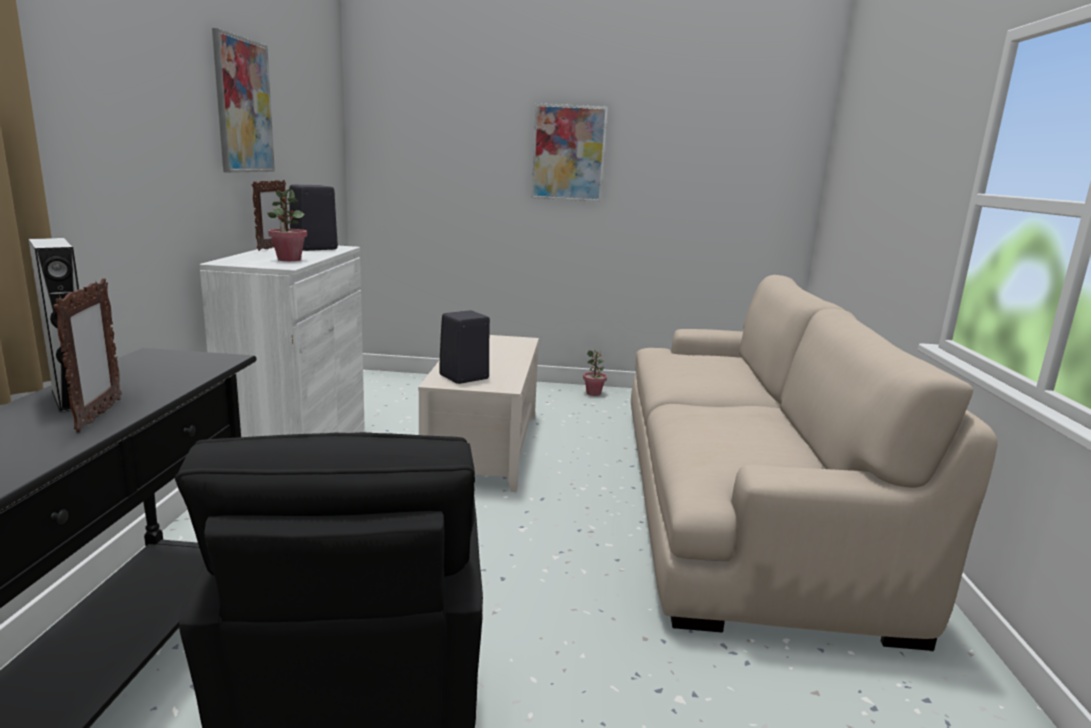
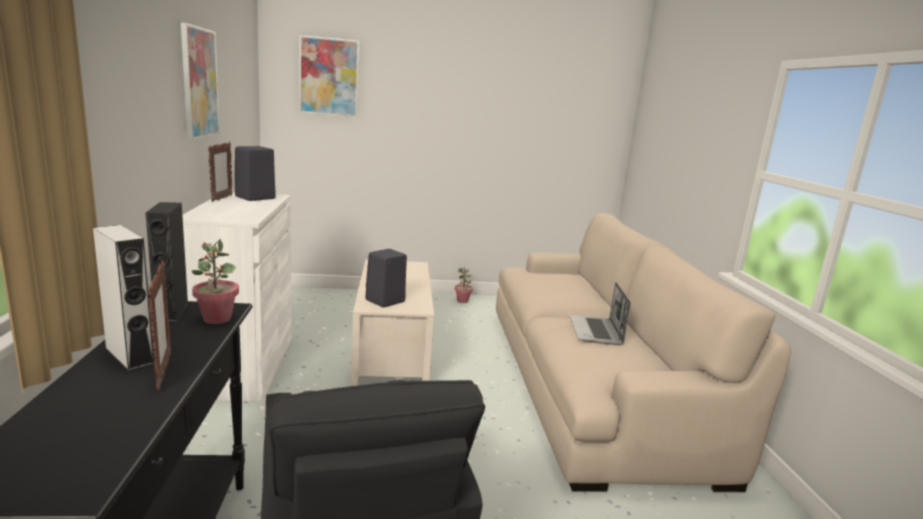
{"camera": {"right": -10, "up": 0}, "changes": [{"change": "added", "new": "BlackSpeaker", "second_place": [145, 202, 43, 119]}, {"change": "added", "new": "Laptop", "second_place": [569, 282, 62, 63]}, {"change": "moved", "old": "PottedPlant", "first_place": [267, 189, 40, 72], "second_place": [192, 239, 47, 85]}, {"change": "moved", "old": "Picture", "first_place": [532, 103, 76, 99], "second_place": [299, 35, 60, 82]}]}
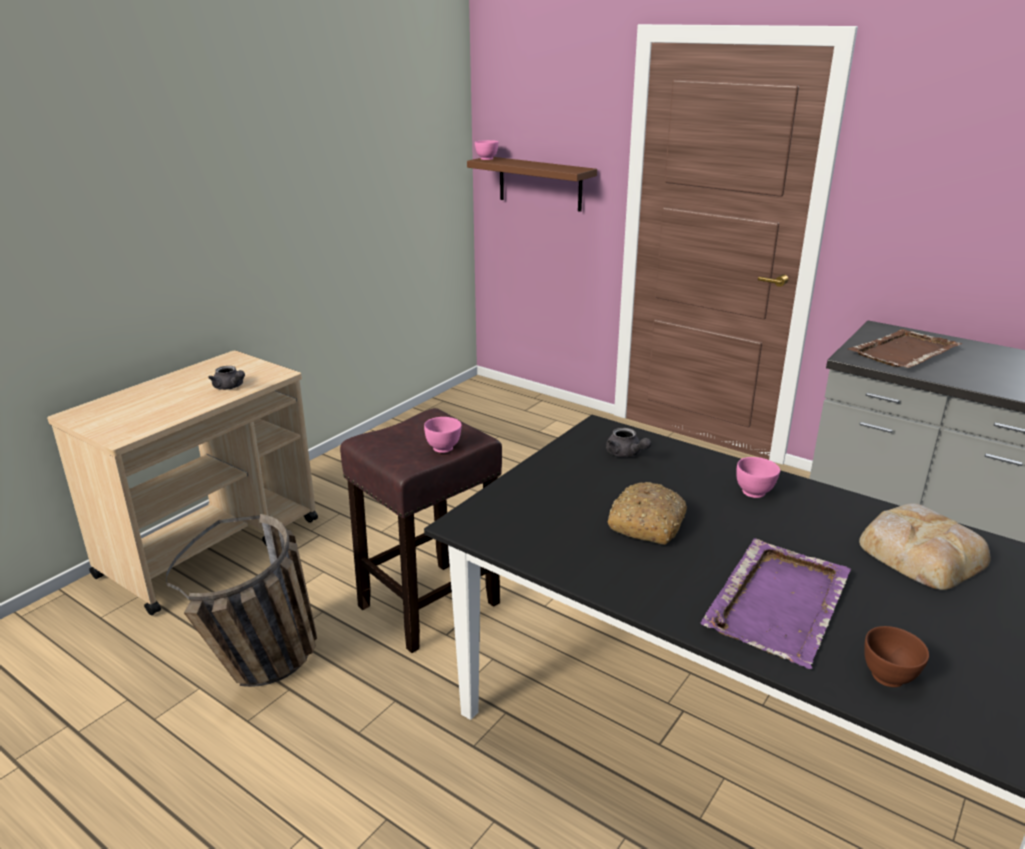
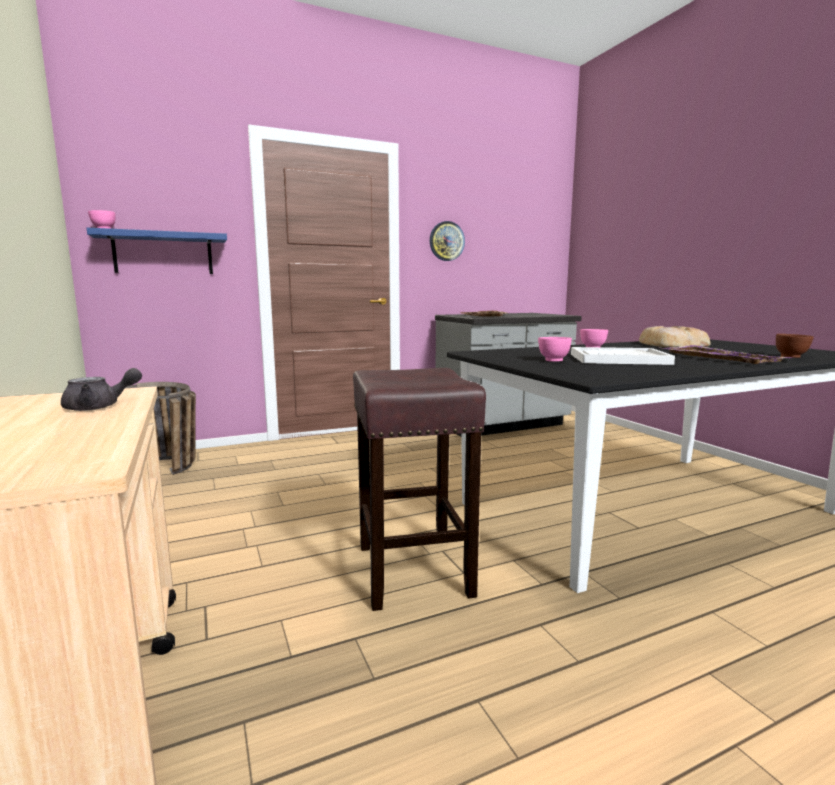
{"camera": {"right": -60, "up": -15}, "changes": [{"change": "removed", "old": "GreyTeapot", "first_place": [606, 428, 45, 29]}, {"change": "added", "new": "WallClock", "second_place": [430, 221, 35, 40]}, {"change": "moved", "old": "Basket", "first_place": [166, 514, 151, 173], "second_place": [126, 382, 70, 93]}, {"change": "moved", "old": "PinkBowl", "first_place": [424, 417, 38, 36], "second_place": [538, 337, 34, 25]}, {"change": "replaced", "old": "Bread", "new": "WhiteTray", "first_place": [608, 482, 79, 63], "second_place": [571, 347, 104, 18]}, {"change": "recoloured", "old": "BrownShelf", "new": "BlueShelf", "first_place": [467, 157, 130, 55], "second_place": [87, 228, 140, 46]}]}
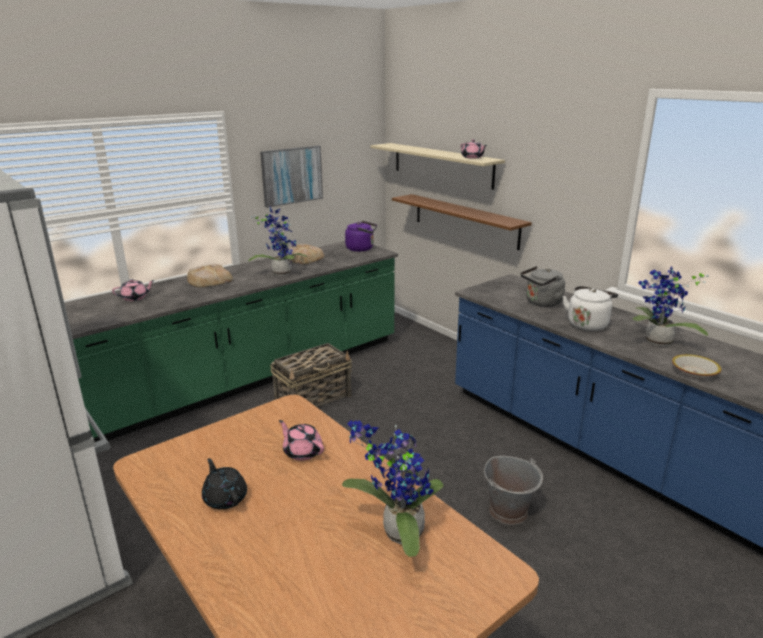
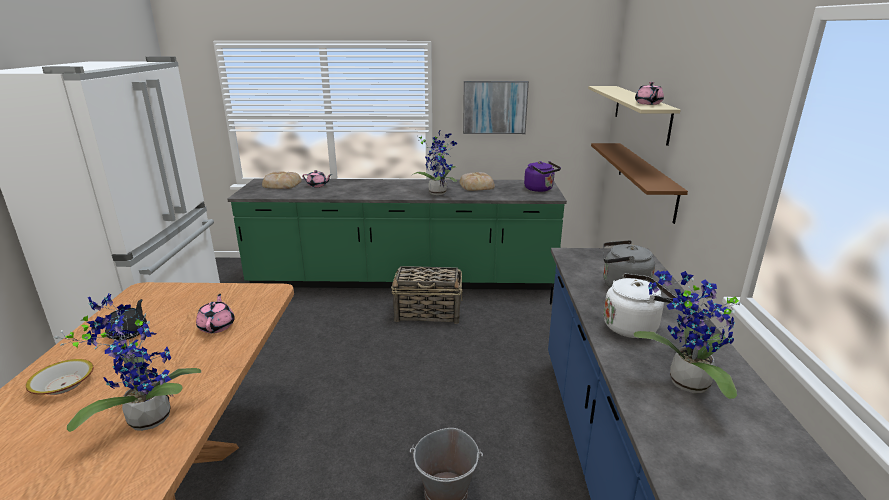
{"camera": {"right": 40, "up": 0}, "changes": [{"change": "moved", "old": "Bread", "first_place": [187, 264, 46, 23], "second_place": [262, 171, 40, 18]}, {"change": "moved", "old": "Bowl", "first_place": [672, 354, 49, 24], "second_place": [26, 359, 67, 36]}]}
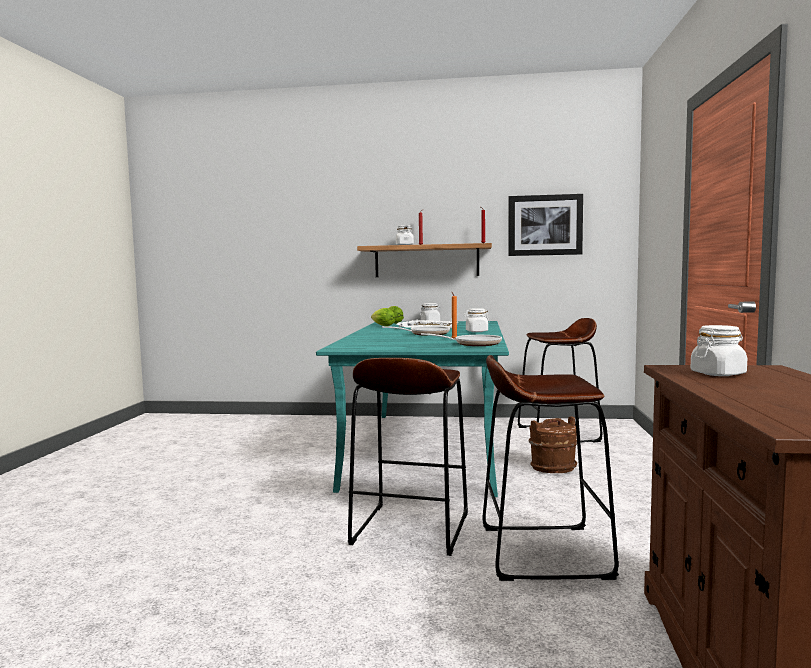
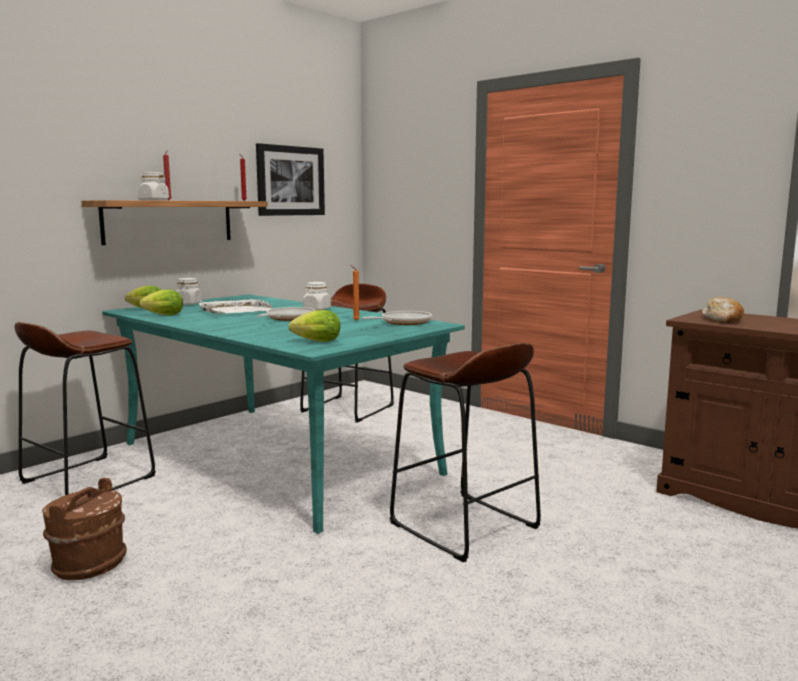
{"camera": {"right": -55, "up": 5}, "changes": [{"change": "added", "new": "Lettuce", "second_place": [289, 310, 51, 32]}, {"change": "moved", "old": "BrownStool", "first_place": [483, 355, 136, 226], "second_place": [15, 322, 141, 173]}, {"change": "moved", "old": "BrownBucket", "first_place": [529, 416, 48, 57], "second_place": [42, 478, 85, 102]}, {"change": "replaced", "old": "WhiteJar", "new": "Bread", "first_place": [691, 325, 56, 51], "second_place": [702, 297, 42, 26]}]}
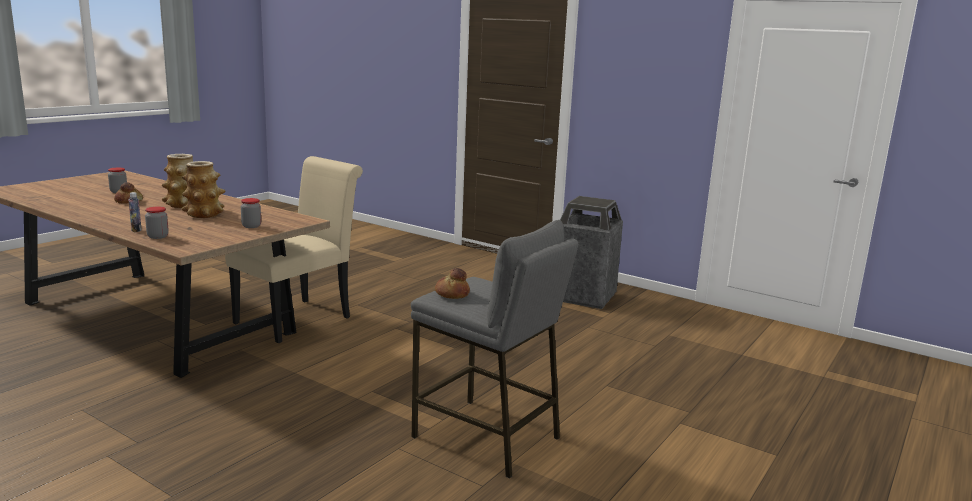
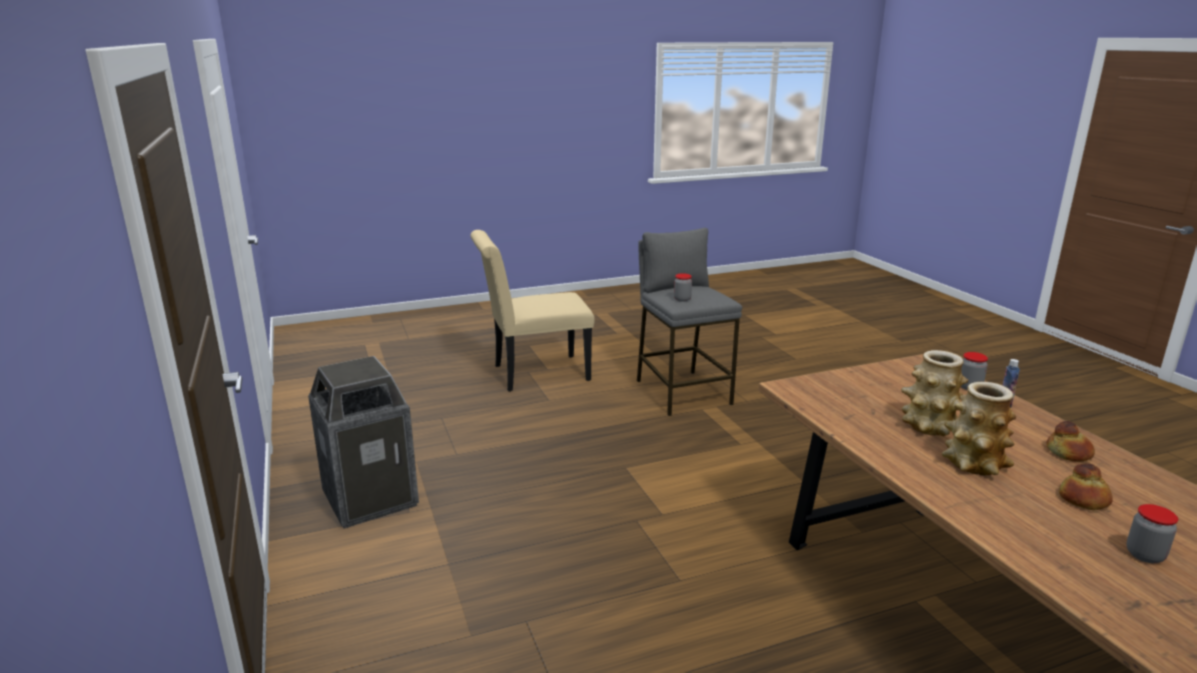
{"camera": {"right": -145, "up": 5}, "changes": [{"change": "moved", "old": "BeigeChair", "first_place": [225, 156, 138, 187], "second_place": [470, 230, 125, 162]}, {"change": "moved", "old": "Jar", "first_place": [241, 198, 20, 30], "second_place": [674, 273, 18, 29]}, {"change": "moved", "old": "Bread", "first_place": [435, 268, 35, 31], "second_place": [1046, 421, 49, 41]}]}
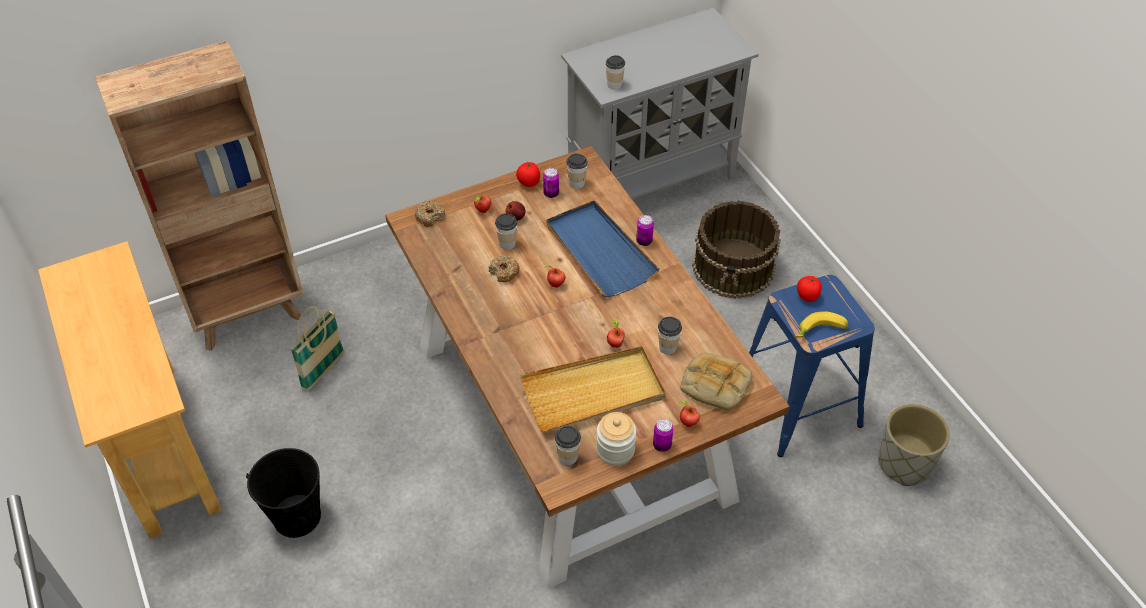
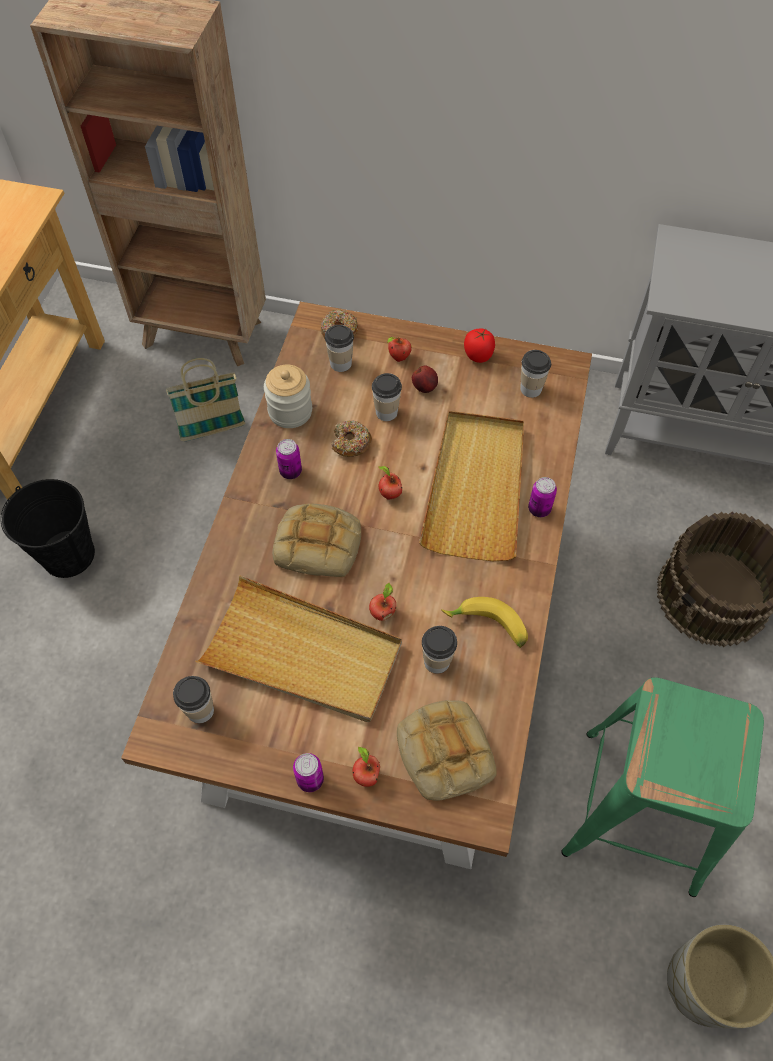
{"camera": {"right": 40, "up": 10}, "changes": [{"change": "removed", "old": "Tomato", "first_place": [797, 276, 25, 26]}, {"change": "added", "new": "Bread", "second_place": [272, 504, 89, 73]}, {"change": "moved", "old": "Can", "first_place": [543, 168, 16, 30], "second_place": [276, 439, 26, 40]}, {"change": "moved", "old": "Jar", "first_place": [596, 412, 40, 54], "second_place": [264, 365, 48, 63]}, {"change": "moved", "old": "Cup", "first_place": [606, 55, 19, 34], "second_place": [325, 325, 29, 47]}, {"change": "moved", "old": "Banana", "first_place": [794, 311, 55, 26], "second_place": [441, 597, 87, 51]}, {"change": "recoloured", "old": "BlueTray", "new": "BeigeTray", "first_place": [547, 200, 113, 97], "second_place": [419, 411, 105, 150]}, {"change": "recoloured", "old": "BlueStool", "new": "GreenStool", "first_place": [749, 275, 126, 182], "second_place": [561, 677, 203, 220]}]}
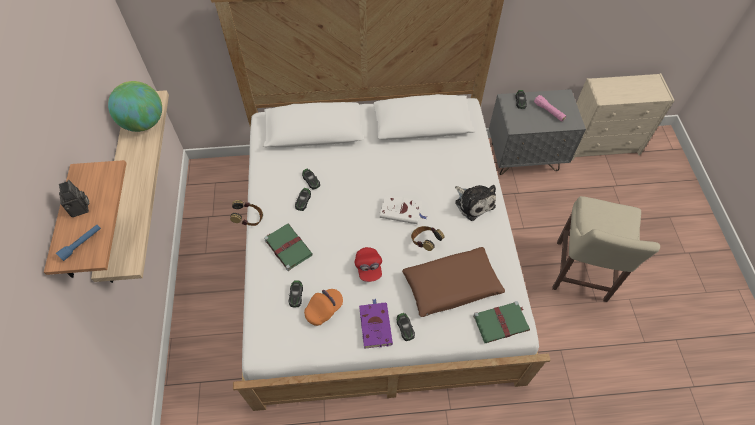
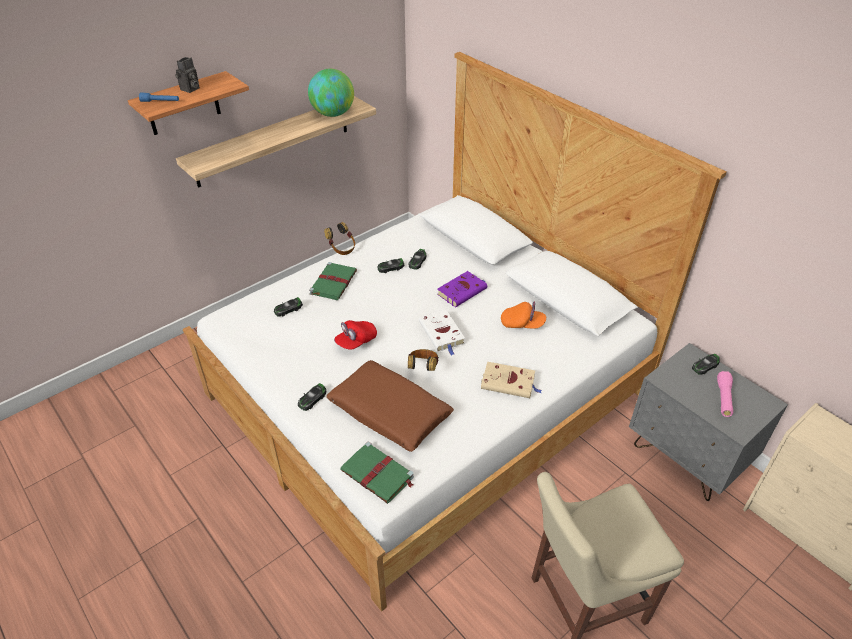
{"camera": {"right": 55, "up": -15}, "changes": [{"change": "moved", "old": "OrangeCap", "first_place": [304, 289, 39, 37], "second_place": [501, 302, 45, 27]}, {"change": "moved", "old": "PurpleBook", "first_place": [359, 299, 34, 50], "second_place": [437, 271, 50, 36]}, {"change": "replaced", "old": "PlushToy", "new": "BeigeBook", "first_place": [455, 185, 41, 36], "second_place": [481, 362, 61, 36]}]}
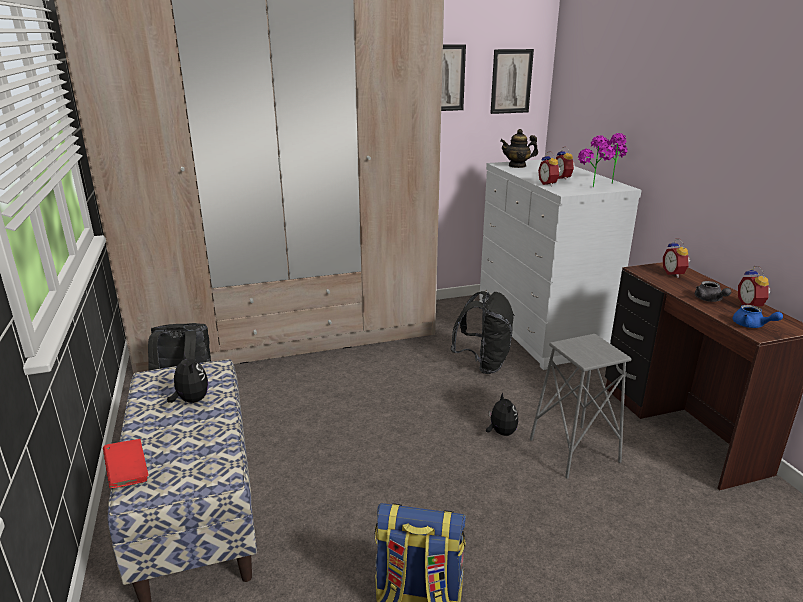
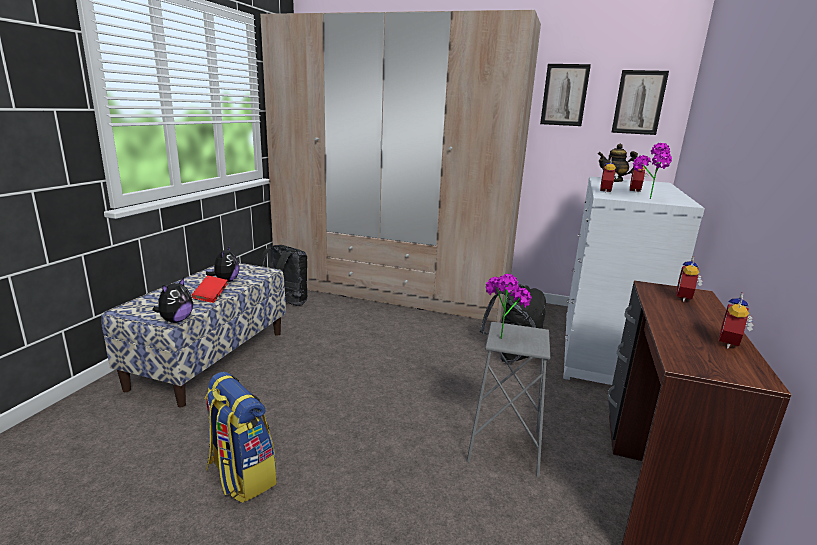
{"camera": {"right": 35, "up": -5}, "changes": [{"change": "removed", "old": "GreyTeapot", "first_place": [695, 281, 36, 21]}, {"change": "removed", "old": "BlueTeapot", "first_place": [733, 305, 50, 23]}, {"change": "moved", "old": "RedBook", "first_place": [103, 439, 45, 49], "second_place": [191, 276, 37, 27]}, {"change": "moved", "old": "PlushToy", "first_place": [486, 392, 32, 44], "second_place": [153, 278, 40, 45]}, {"change": "moved", "old": "PottedPlant", "first_place": [596, 133, 31, 51], "second_place": [485, 274, 46, 65]}]}
